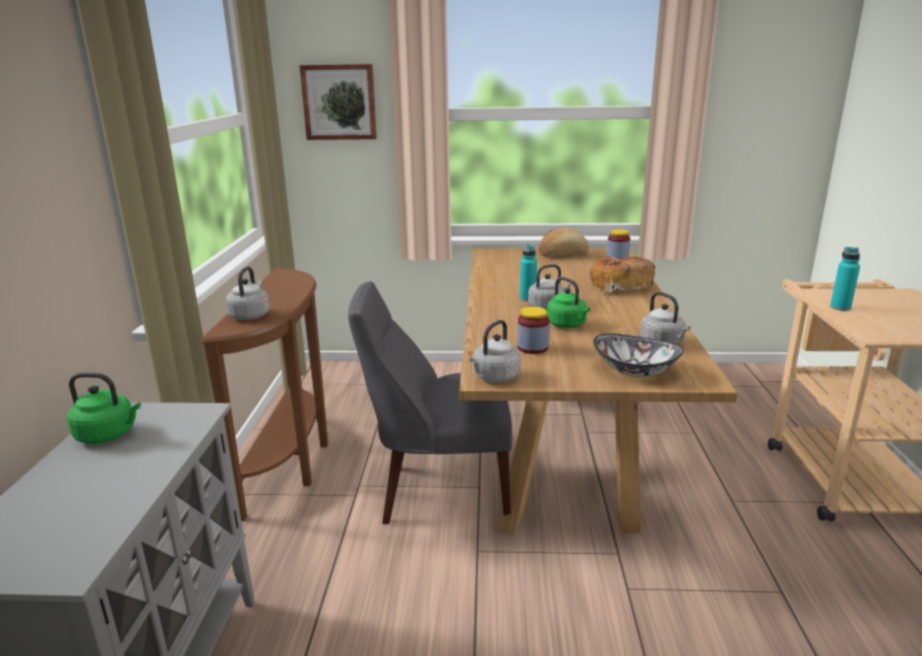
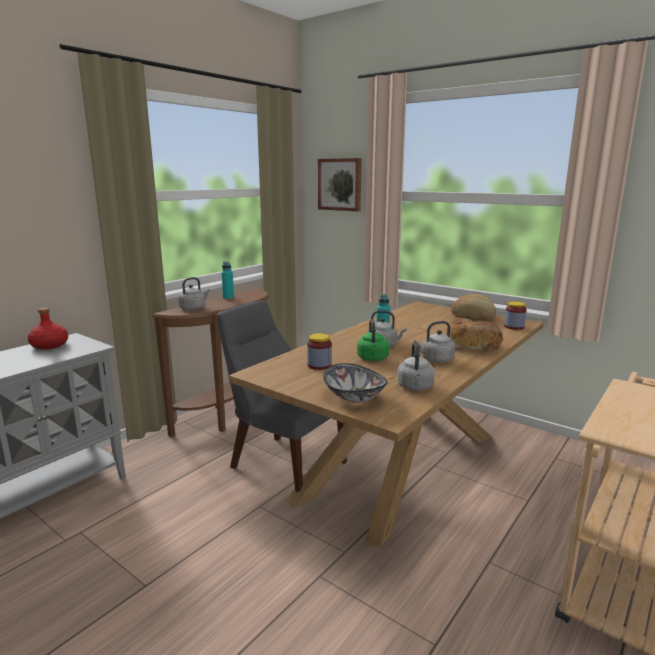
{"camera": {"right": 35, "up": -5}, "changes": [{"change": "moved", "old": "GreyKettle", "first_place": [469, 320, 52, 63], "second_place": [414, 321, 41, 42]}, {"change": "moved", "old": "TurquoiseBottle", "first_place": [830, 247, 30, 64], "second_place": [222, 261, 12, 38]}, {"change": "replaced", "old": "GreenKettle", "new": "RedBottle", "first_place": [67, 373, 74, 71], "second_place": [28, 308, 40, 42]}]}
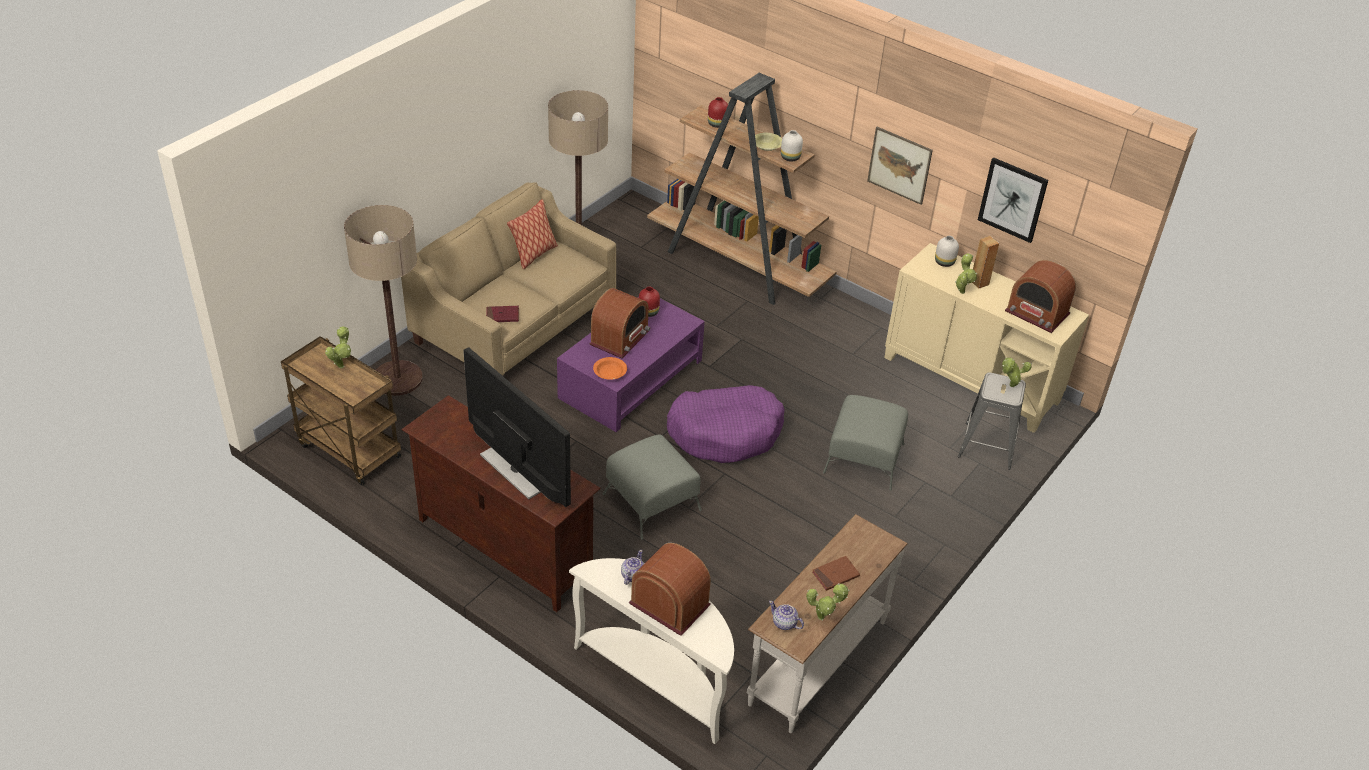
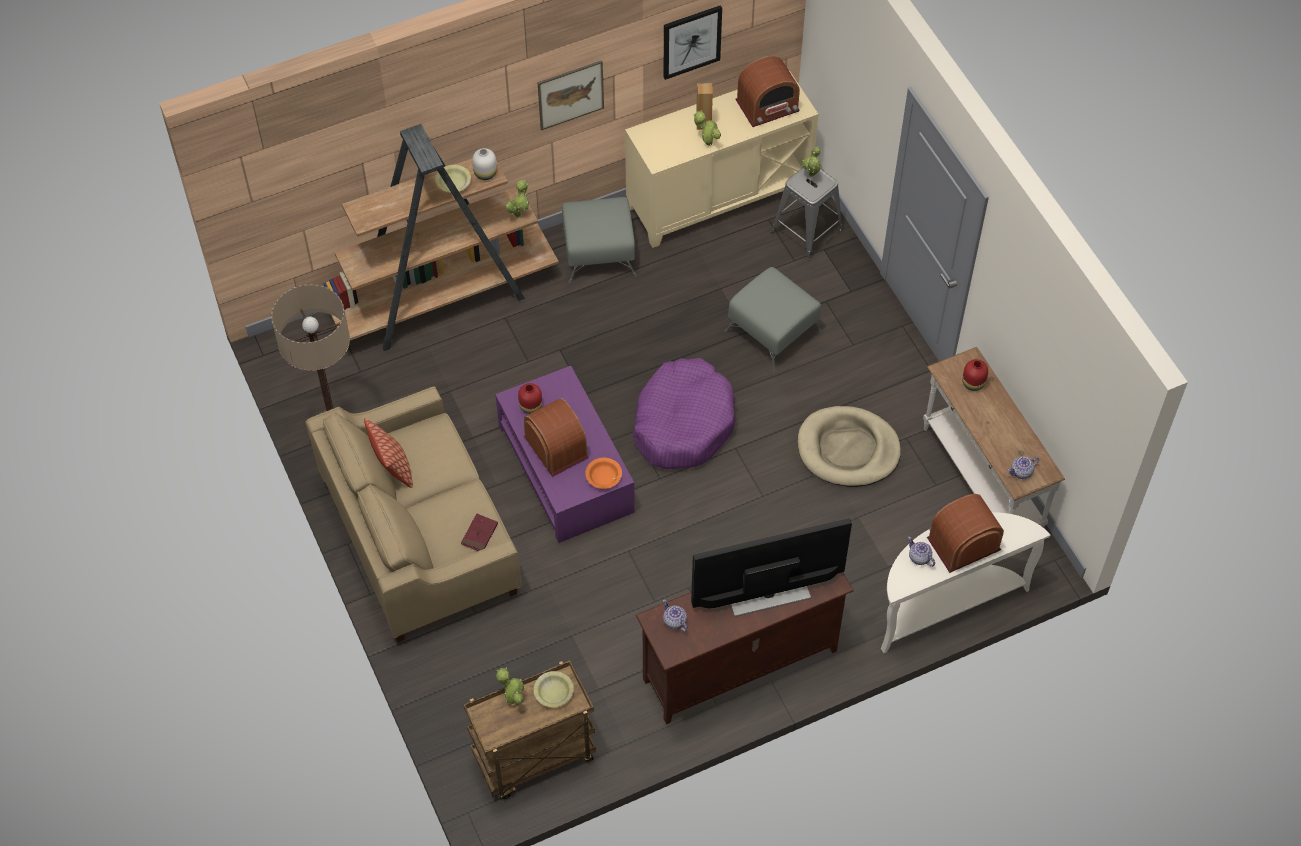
{"camera": {"right": -60, "up": 15}, "changes": [{"change": "removed", "old": "FloorLamp", "first_place": [344, 205, 79, 191]}, {"change": "removed", "old": "BrownBook", "first_place": [812, 556, 48, 35]}, {"change": "removed", "old": "WhiteVase", "first_place": [935, 236, 24, 31]}, {"change": "added", "new": "YellowBowl", "second_place": [534, 671, 40, 36]}, {"change": "added", "new": "Teapot", "second_place": [663, 599, 25, 33]}, {"change": "added", "new": "BeigeDogBed", "second_place": [798, 406, 103, 81]}, {"change": "moved", "old": "GreyOttoman", "first_place": [603, 435, 99, 104], "second_place": [562, 197, 75, 86]}, {"change": "moved", "old": "RedVase", "first_place": [708, 97, 20, 31], "second_place": [962, 359, 26, 32]}, {"change": "moved", "old": "PottedPlant", "first_place": [806, 583, 44, 37], "second_place": [505, 180, 24, 38]}]}
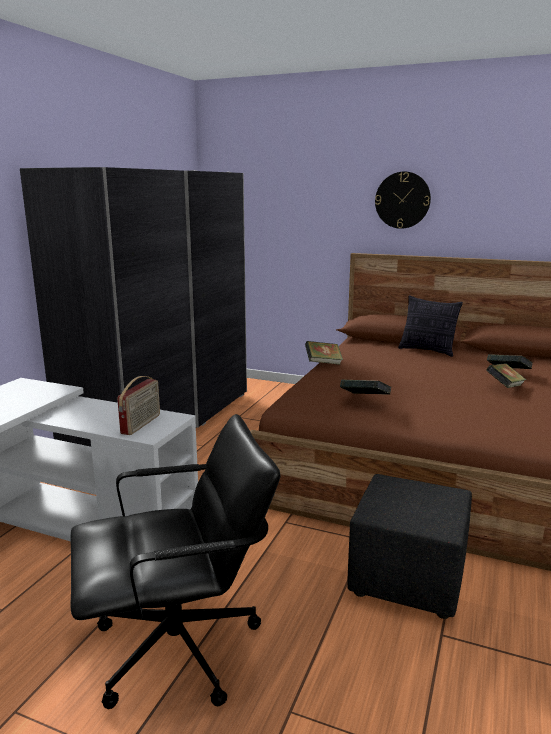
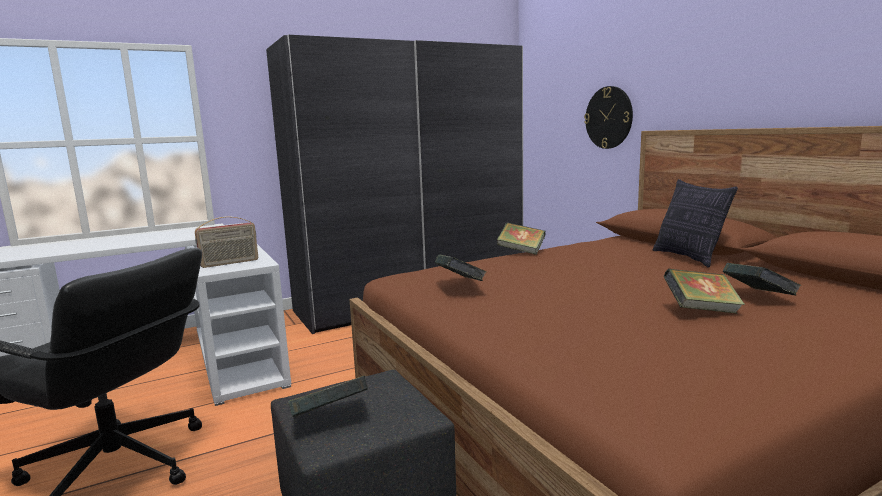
{"camera": {"right": 40, "up": -5}, "changes": [{"change": "added", "new": "Book", "second_place": [288, 376, 80, 41]}, {"change": "moved", "old": "WallClock", "first_place": [375, 171, 56, 58], "second_place": [584, 86, 49, 63]}]}
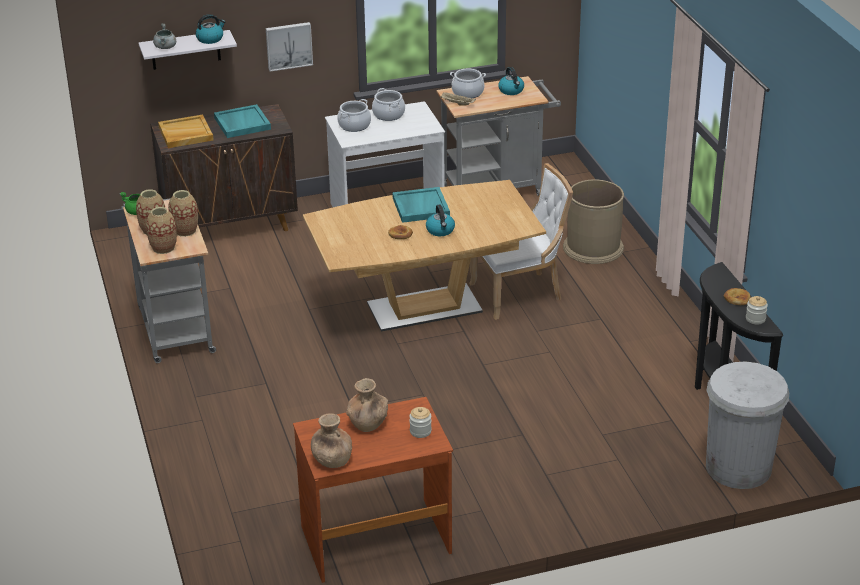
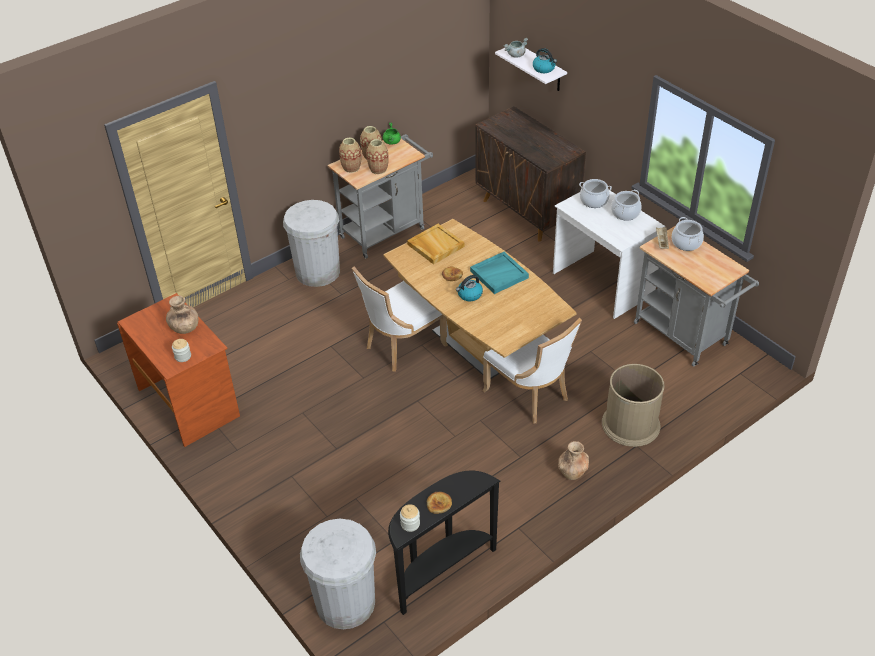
{"camera": {"right": 70, "up": 10}, "changes": [{"change": "removed", "old": "TurquoiseTray", "first_place": [214, 104, 57, 34]}, {"change": "removed", "old": "Picture", "first_place": [266, 22, 47, 50]}, {"change": "removed", "old": "Kettle", "first_place": [498, 67, 26, 28]}, {"change": "added", "new": "WhiteTrashCan", "second_place": [283, 200, 57, 87]}, {"change": "added", "new": "WhiteChair", "second_place": [352, 266, 96, 106]}, {"change": "moved", "old": "BeigeTray", "first_place": [158, 114, 56, 34], "second_place": [407, 224, 58, 40]}, {"change": "moved", "old": "BrownVase", "first_place": [311, 413, 41, 55], "second_place": [558, 441, 31, 39]}]}
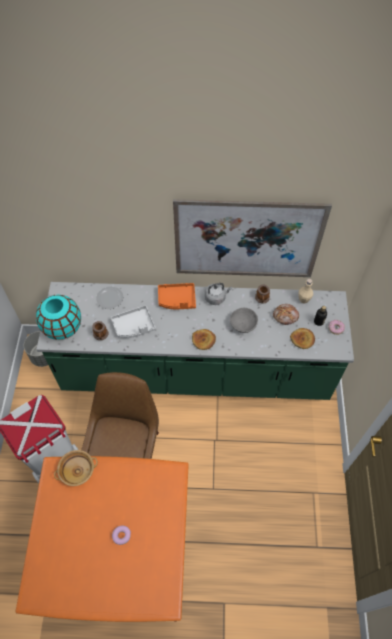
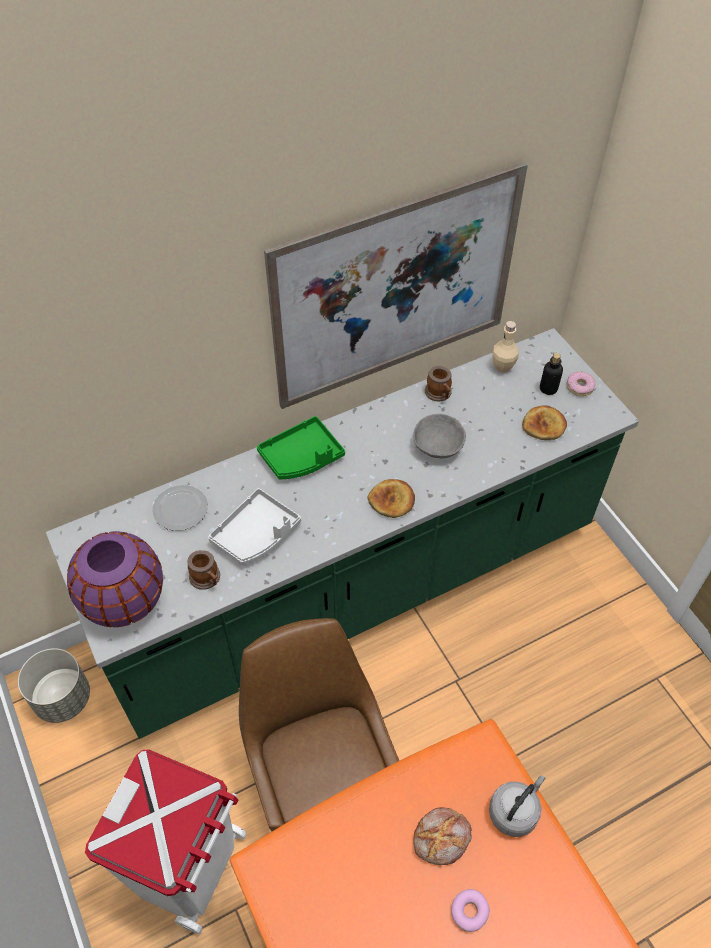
{"camera": {"right": -30, "up": -5}, "changes": [{"change": "removed", "old": "BeigeBowl", "first_place": [54, 450, 44, 36]}, {"change": "moved", "old": "GreyKettle", "first_place": [205, 283, 27, 22], "second_place": [489, 775, 56, 62]}, {"change": "moved", "old": "Bread", "first_place": [273, 304, 26, 21], "second_place": [413, 807, 59, 58]}, {"change": "recoloured", "old": "TurquoiseVase", "new": "PurpleVase", "first_place": [36, 295, 45, 45], "second_place": [67, 531, 96, 96]}, {"change": "recoloured", "old": "OrangeTray", "new": "GreenTray", "first_place": [158, 283, 38, 26], "second_place": [257, 416, 88, 63]}]}
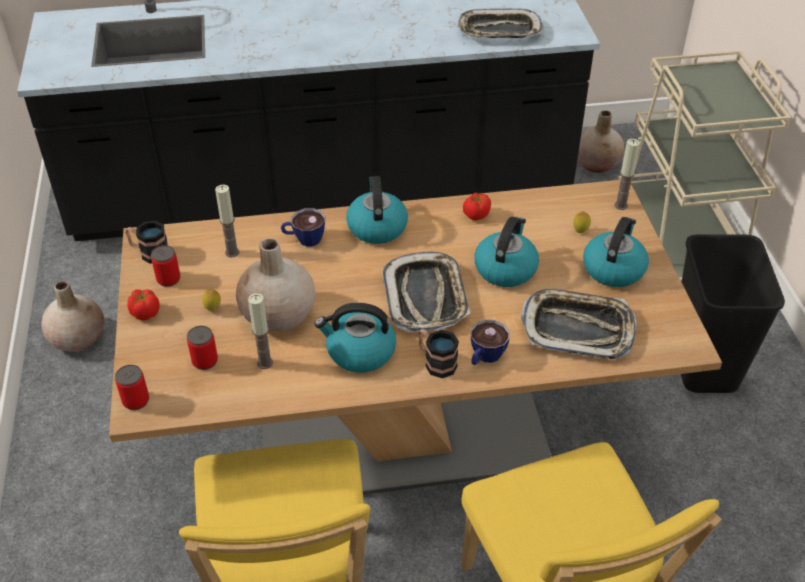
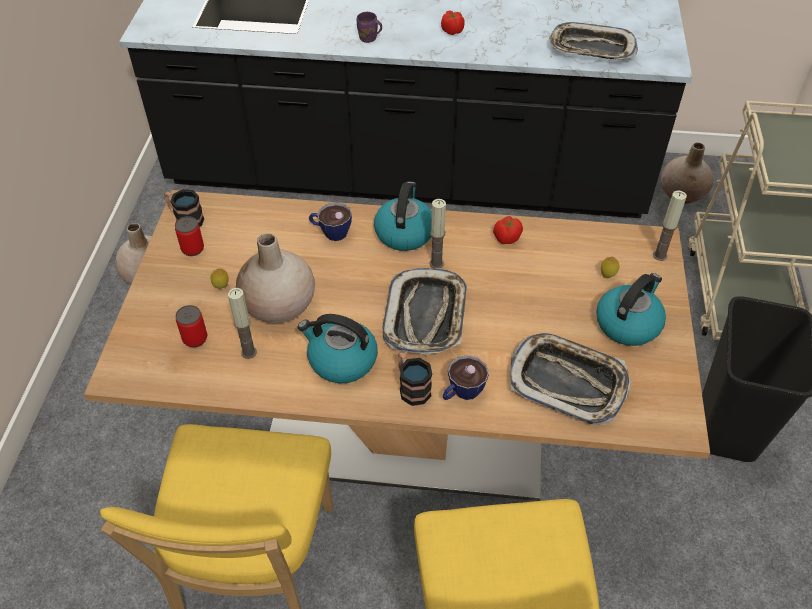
{"camera": {"right": 15, "up": 5}, "changes": [{"change": "removed", "old": "Can", "first_place": [115, 365, 34, 45]}, {"change": "removed", "old": "Kettle", "first_place": [474, 217, 65, 70]}, {"change": "added", "new": "PurpleMug", "second_place": [357, 12, 25, 31]}, {"change": "moved", "old": "Tomato", "first_place": [127, 289, 32, 31], "second_place": [441, 10, 24, 25]}, {"change": "moved", "old": "Candle", "first_place": [215, 185, 24, 72], "second_place": [430, 199, 16, 70]}]}
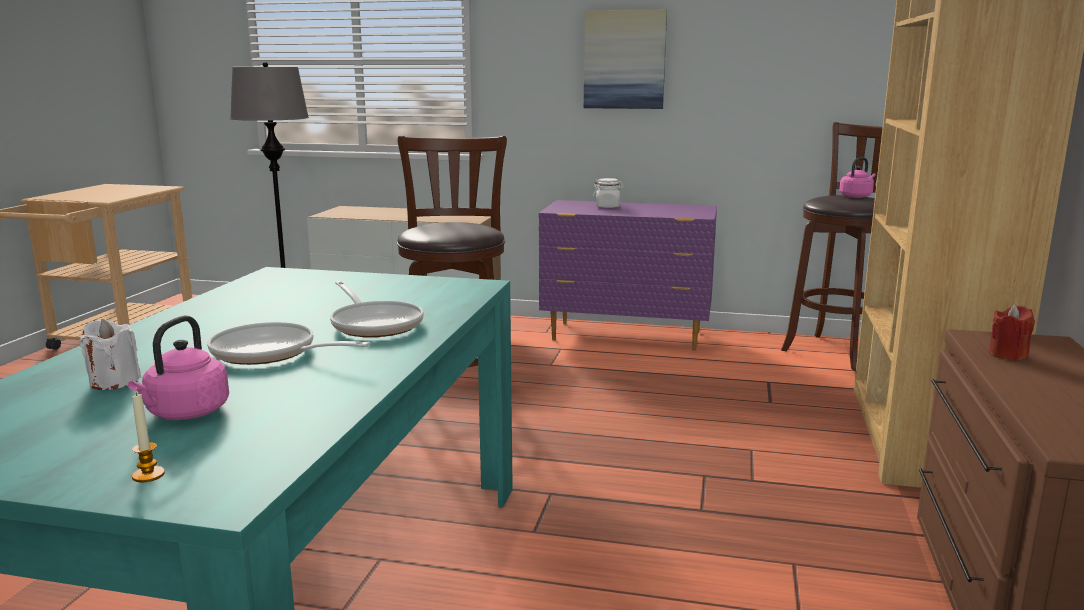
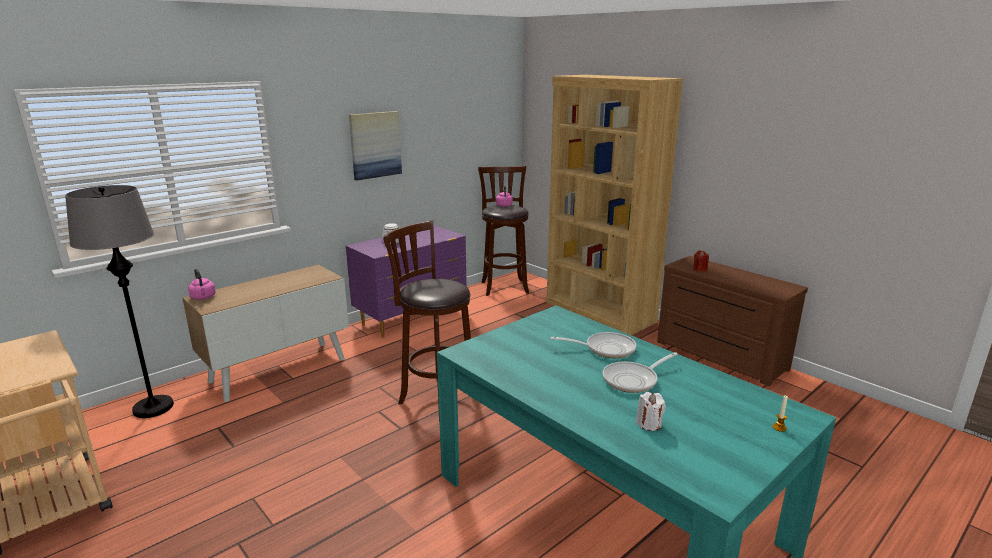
{"camera": {"right": -55, "up": 5}, "changes": [{"change": "moved", "old": "PinkKettle", "first_place": [128, 316, 101, 104], "second_place": [188, 269, 28, 31]}]}
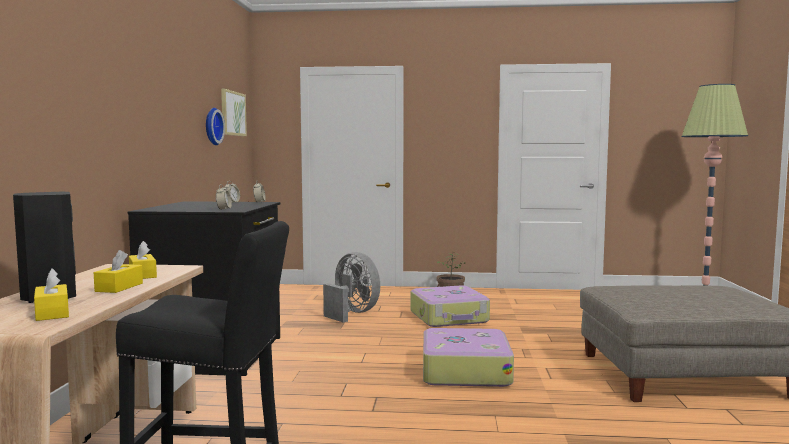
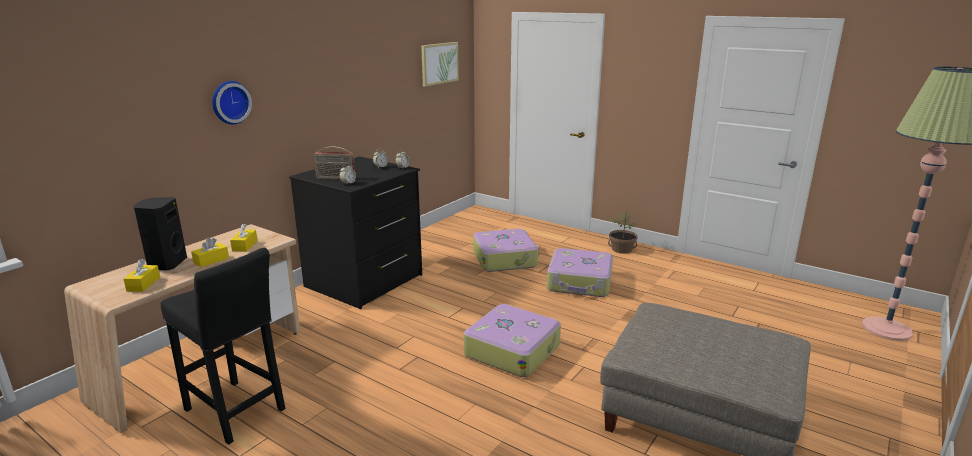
{"camera": {"right": 30, "up": 15}, "changes": [{"change": "added", "new": "Radio", "second_place": [314, 146, 41, 34]}, {"change": "moved", "old": "WallClock", "first_place": [206, 108, 19, 37], "second_place": [212, 81, 40, 44]}, {"change": "replaced", "old": "GreyFan", "new": "Suitcase", "first_place": [323, 252, 57, 71], "second_place": [473, 229, 66, 43]}]}
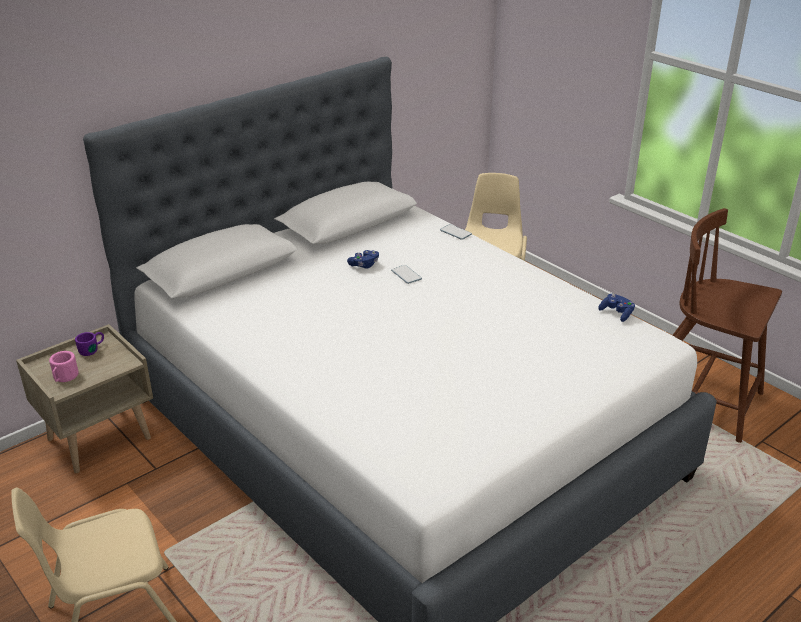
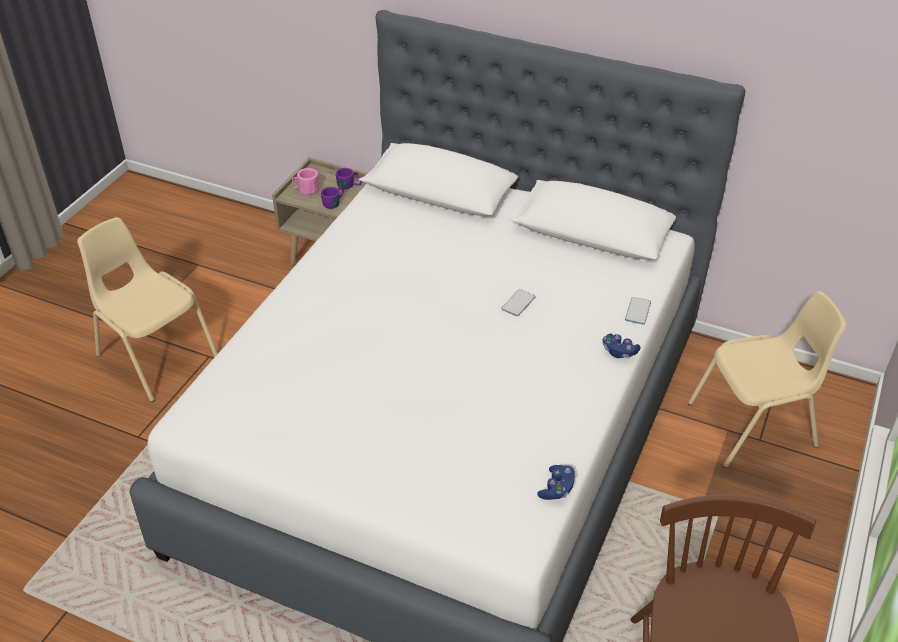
{"camera": {"right": 65, "up": 10}, "changes": [{"change": "added", "new": "PurpleMug", "second_place": [321, 187, 23, 22]}, {"change": "moved", "old": "BlueGameController", "first_place": [347, 250, 32, 19], "second_place": [603, 333, 38, 25]}]}
